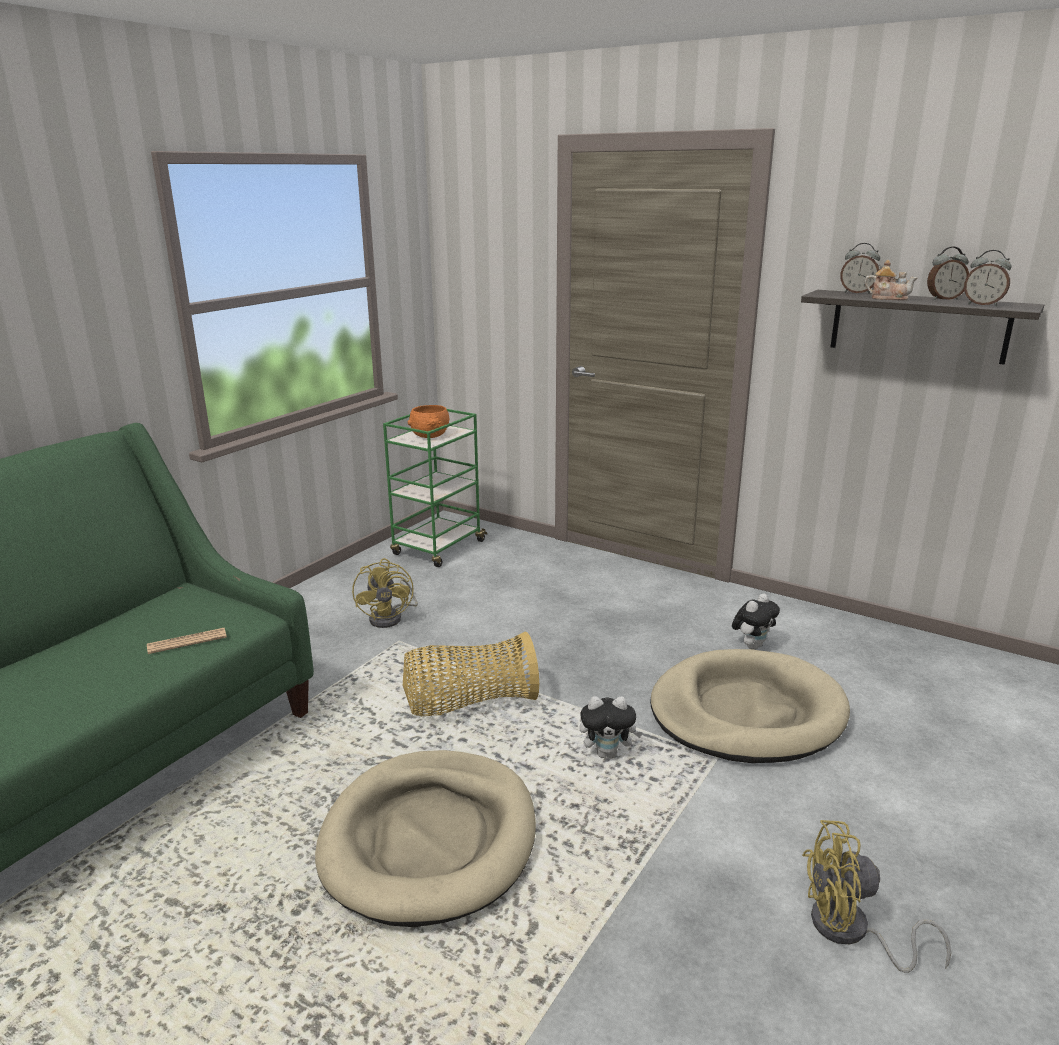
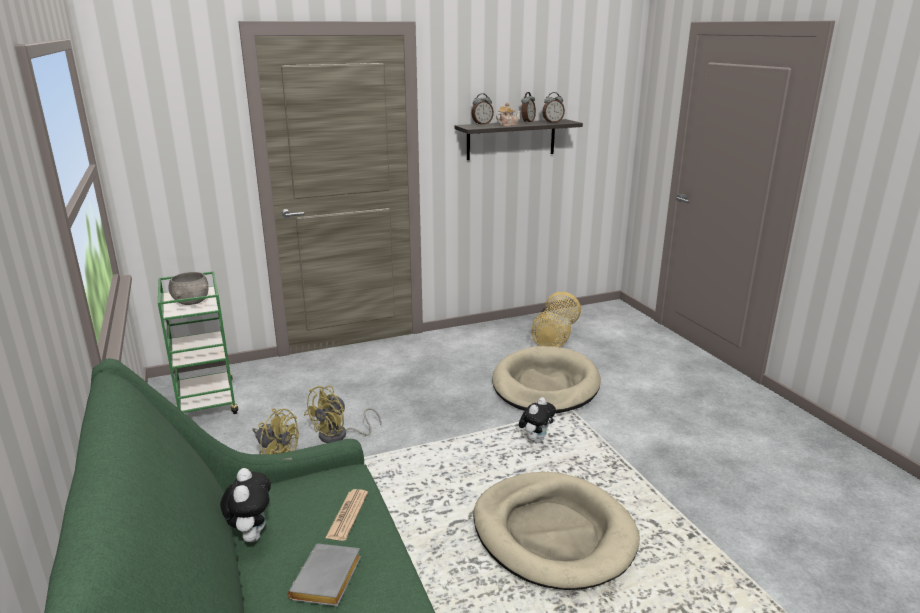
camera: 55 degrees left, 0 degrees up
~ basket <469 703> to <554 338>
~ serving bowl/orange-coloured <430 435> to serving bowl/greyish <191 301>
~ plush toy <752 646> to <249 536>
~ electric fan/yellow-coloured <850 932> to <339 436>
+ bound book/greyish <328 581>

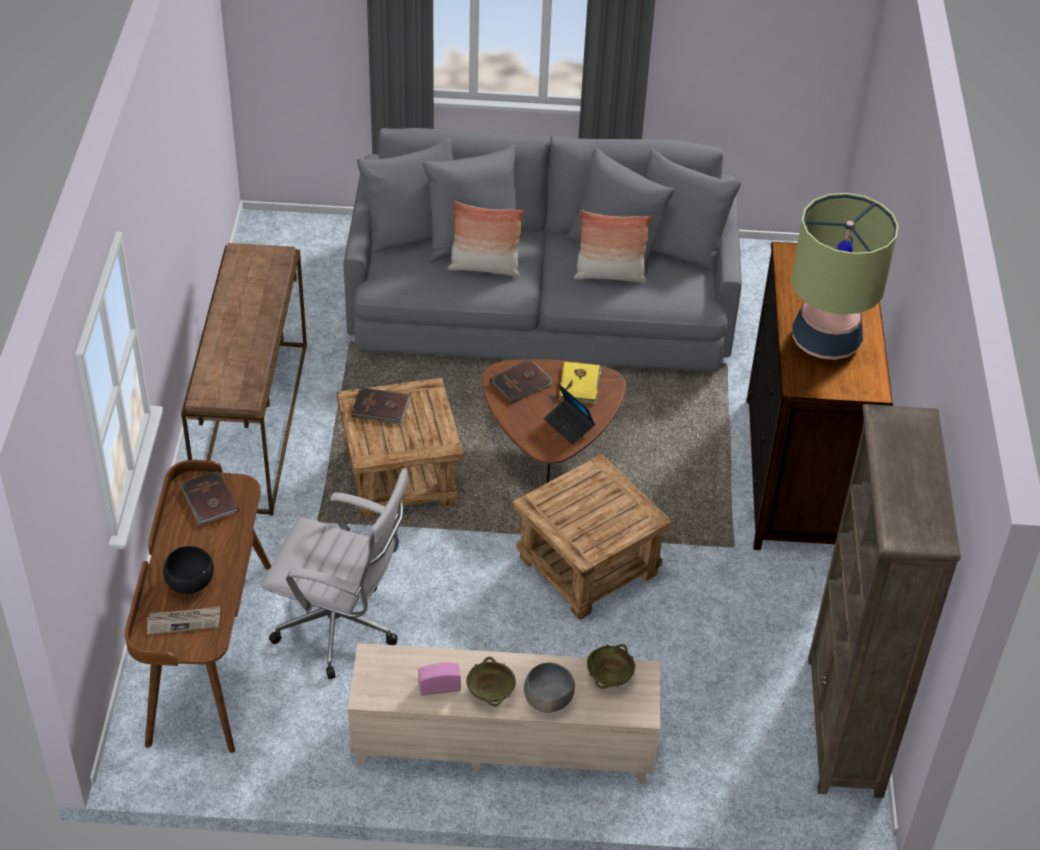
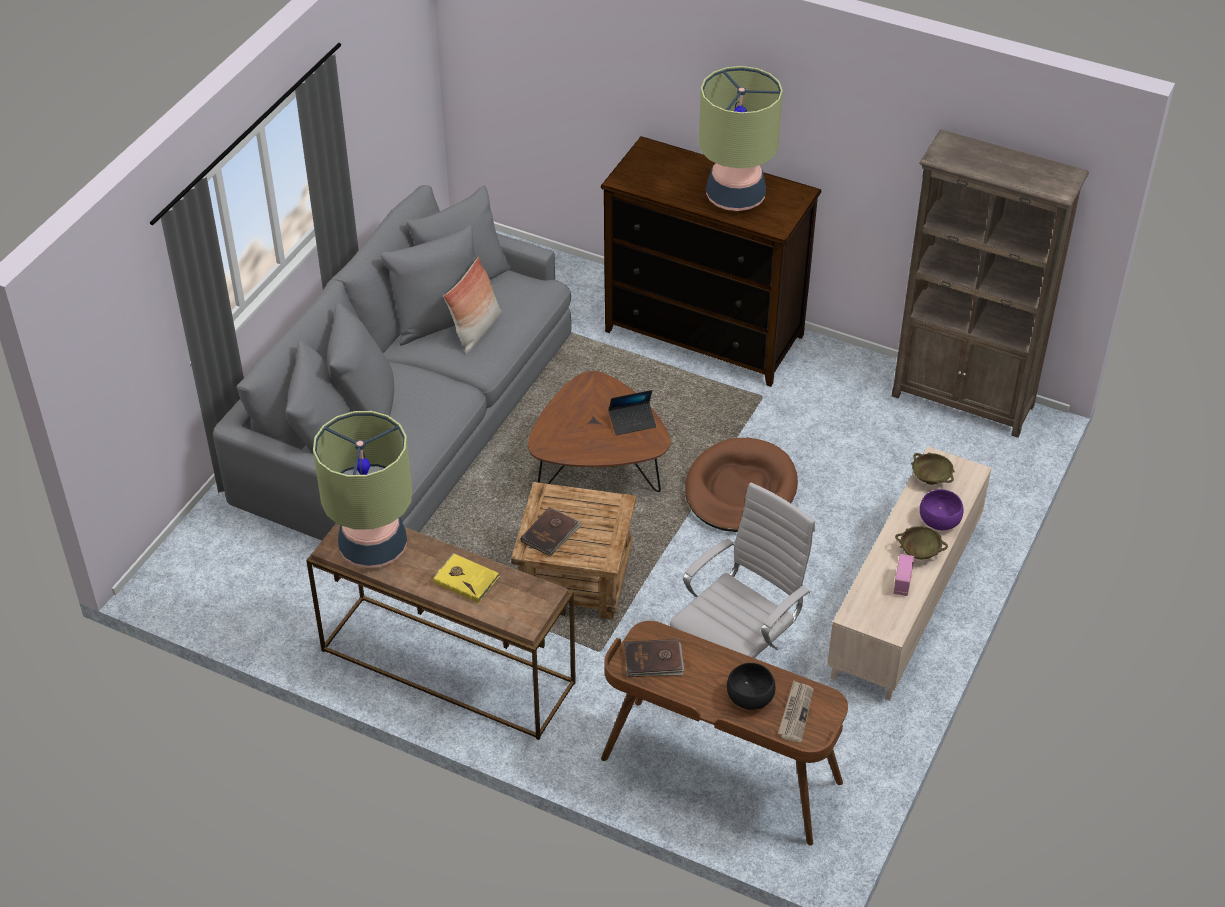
camera: 65 degrees left, 0 degrees up
- pillow <484 268>
- bound book/brownish <521 383>
~ side table/brownish <586 566> to pet bed/brownish <740 490>
~ serving bowl/greyish <548 699> to serving bowl/purplish <939 521>
~ bound book/yellow-coloured <580 384> to <466 579>
+ lamp for a table <373 547>

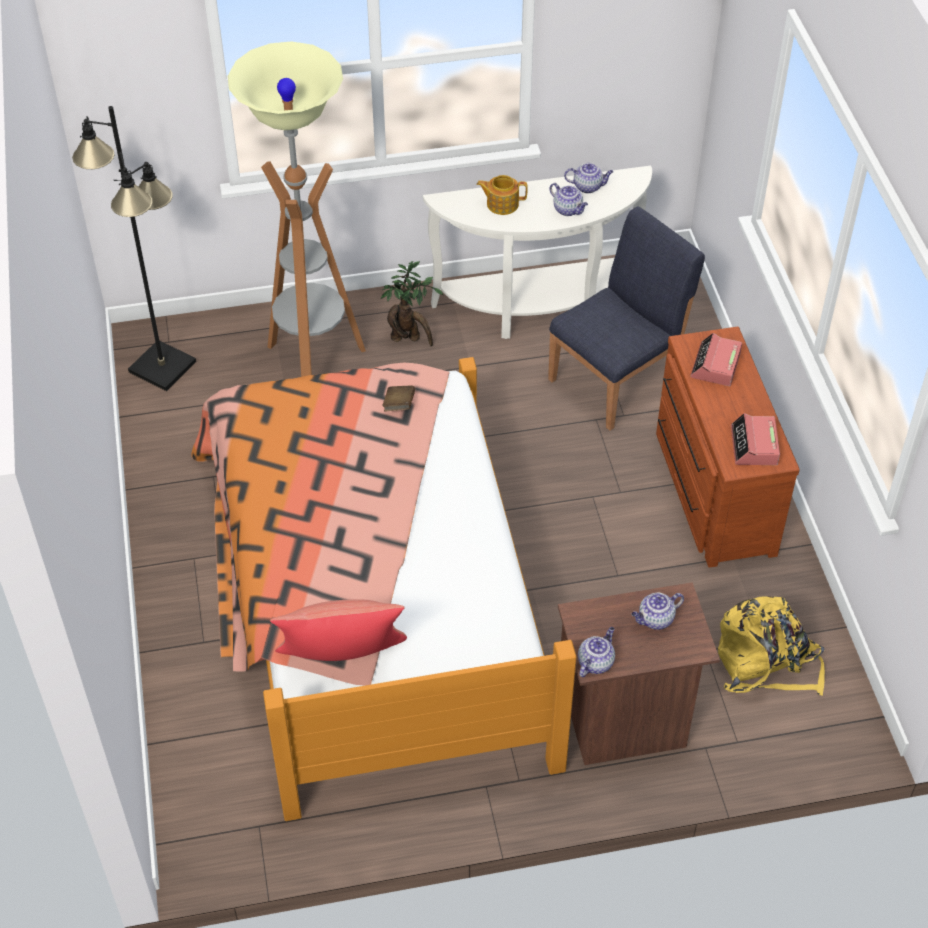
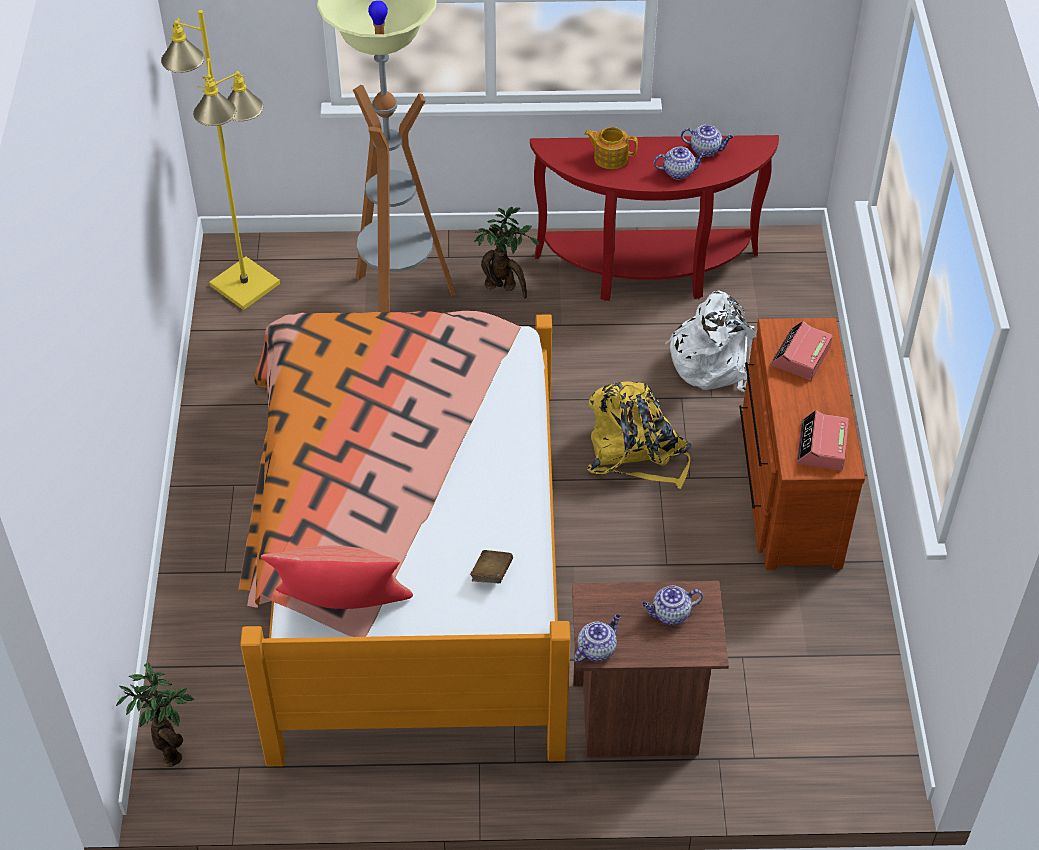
camera: 10 degrees right, 0 degrees up
~ floor lamp/black-coloured <162 366> to floor lamp/yellow-coloured <245 284>
~ bound book/brownish <399 405> to <491 574>
~ hall table/whitish <539 309> to hall table/reddish <647 273>
~ chair/blue <618 380> to rucksack/whitish <714 359>
~ tea pot <568 210> = <679 172> 60 degrees counterclockwise
~ rucksack/yellow-coloured <766 662> to <636 453>
+ houseplant <169 746>

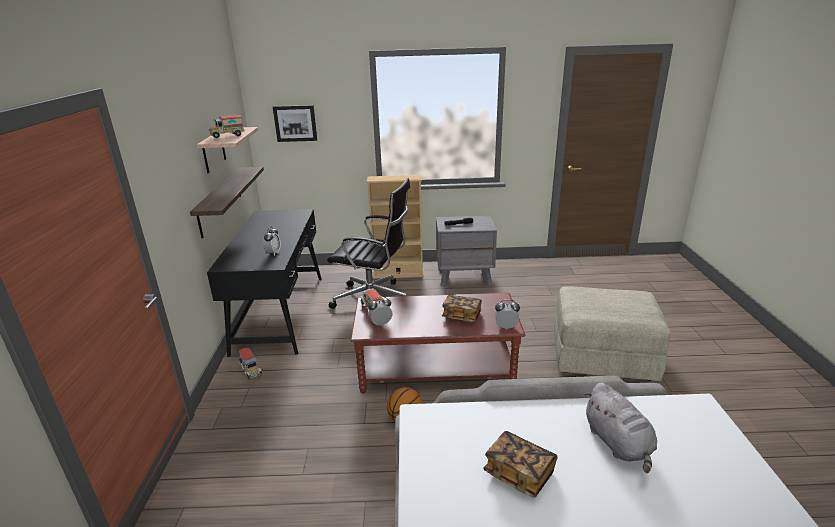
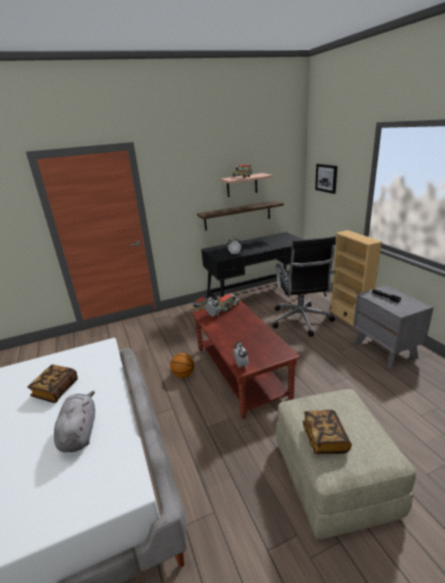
camera: 70 degrees right, 0 degrees up
~ bound book <461 316> to <324 439>
~ plush toy/greyish <618 444> = <80 432> 120 degrees clockwise

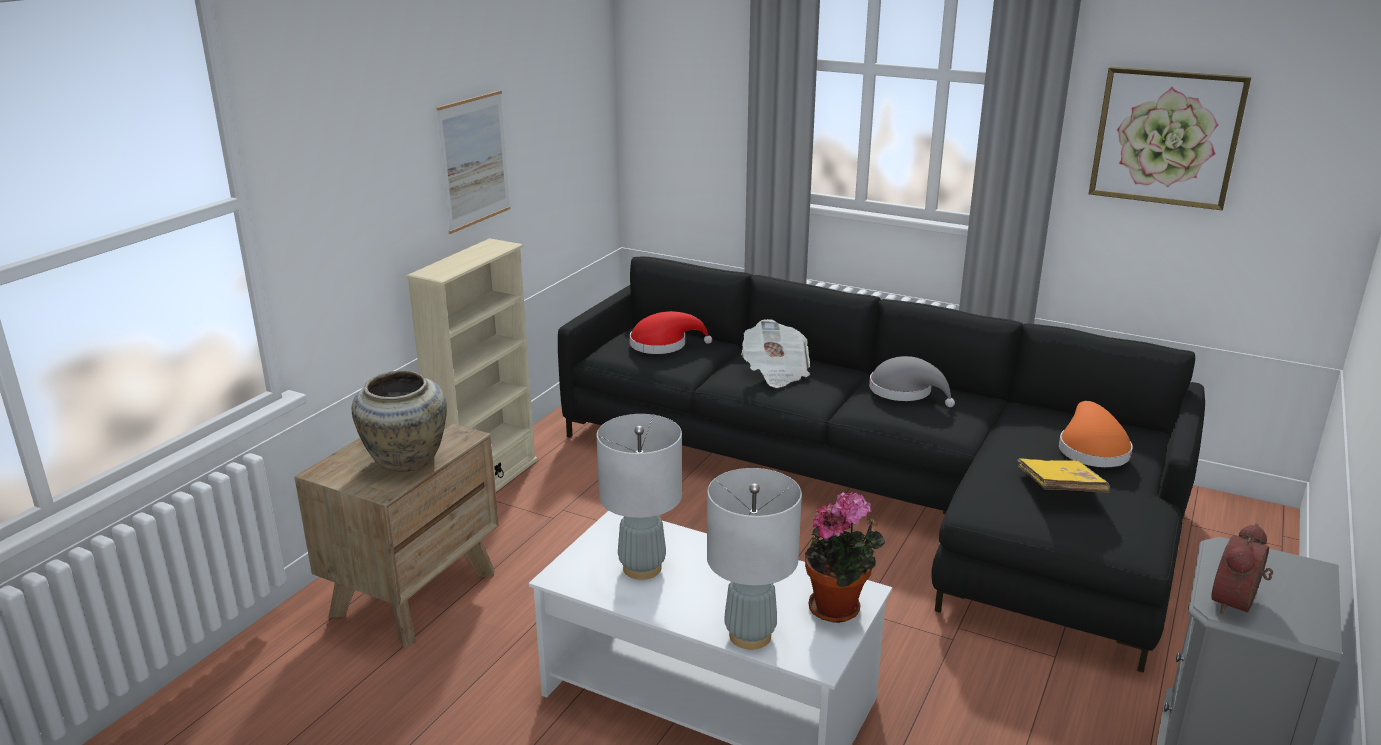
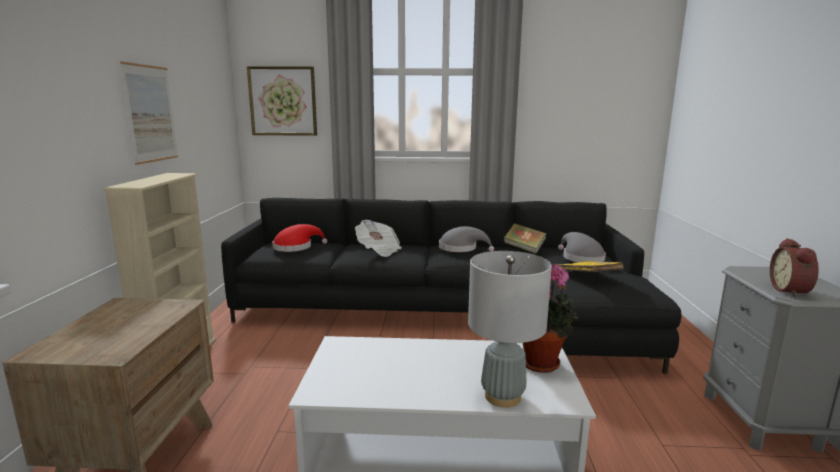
camera: 25 degrees left, 10 degrees down
- flower vase/beige <405 461>
- lamp for a table/greyish <641 568>
~ wearable hat/orange-coloured <1091 449> to wearable hat/greyish <580 258>
~ wall art <1166 137> to <283 101>
+ bound book <524 249>

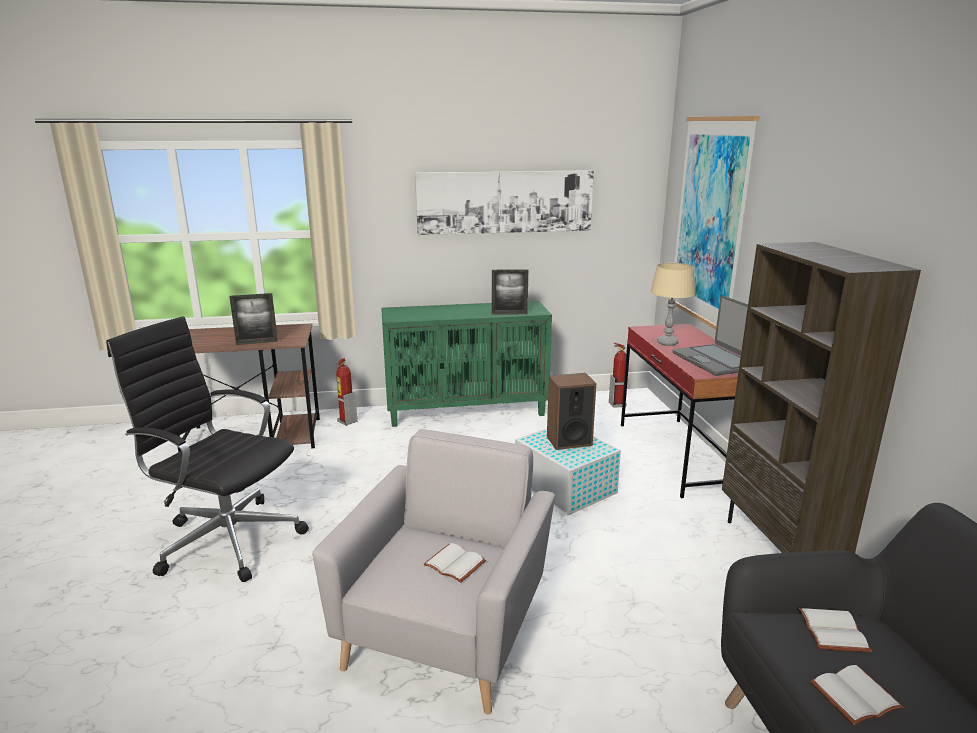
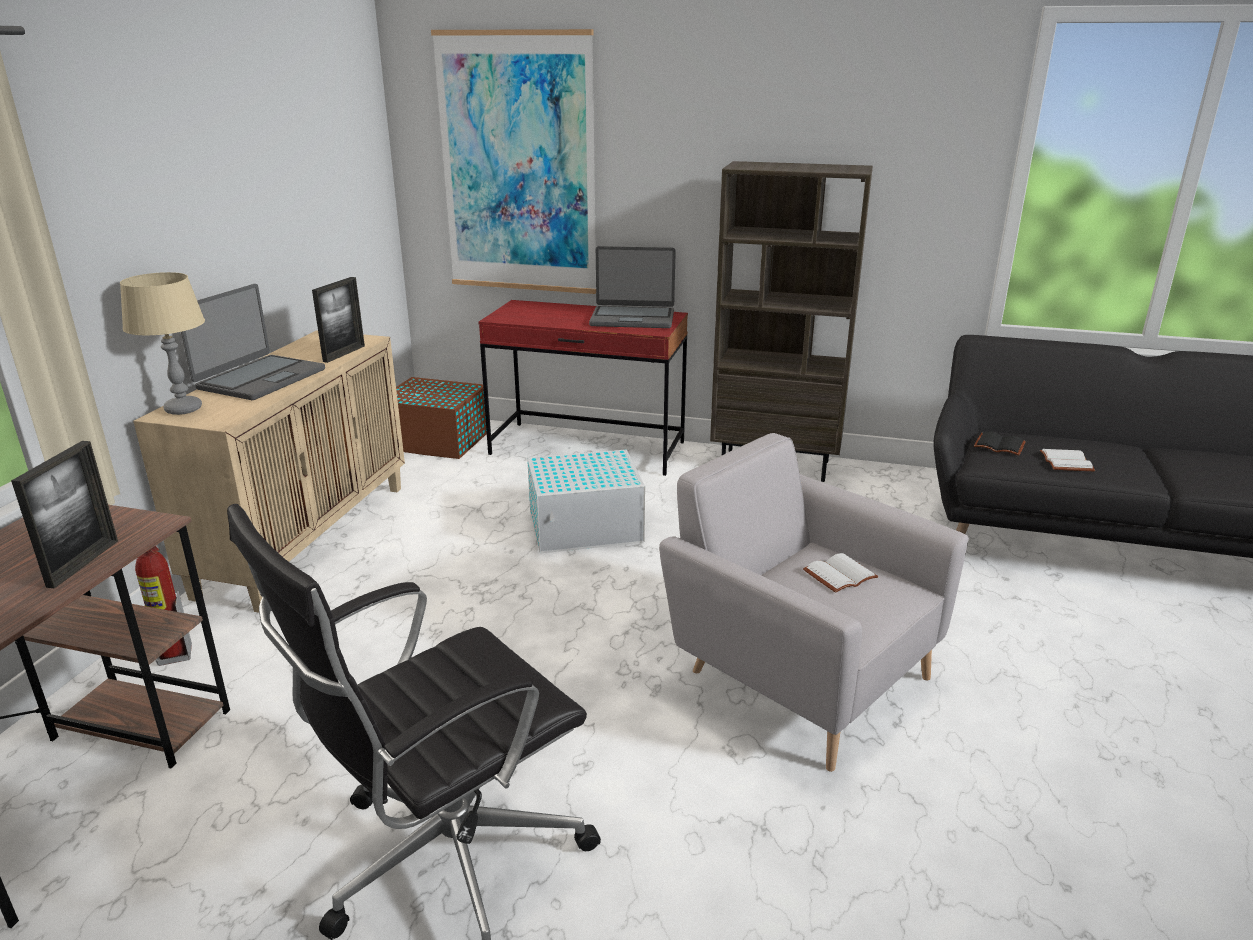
camera: 65 degrees left, 5 degrees up
~ storage cabinet/green <467 411> to storage cabinet/beige <306 537>
- wall art <505 202>
- loudspeaker <569 441>
~ fire-fighting cylinder <617 404> to storage box/brownish <435 440>
~ lamp for a table/beige <667 343> to <184 409>
~ bound book/whitish <835 632> to bound book/black-coloured <1000 445>
+ laptop <260 379>

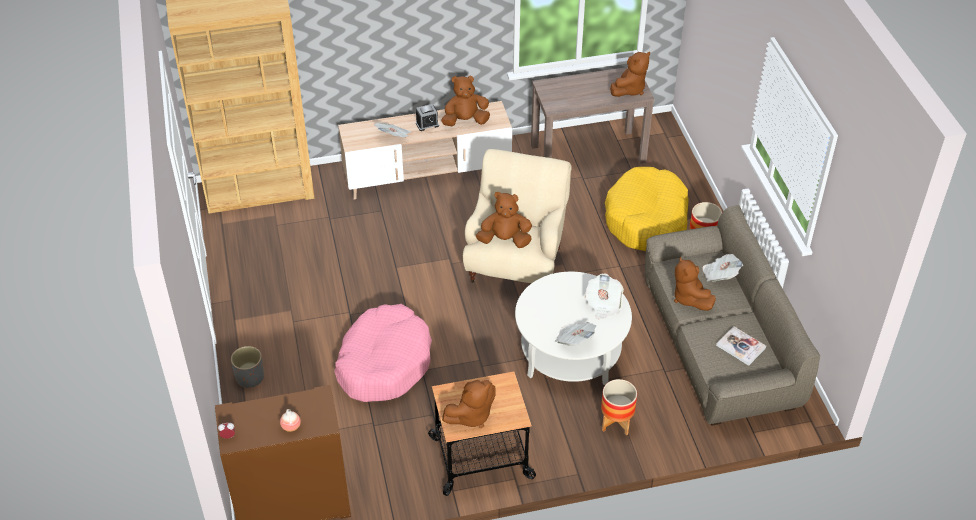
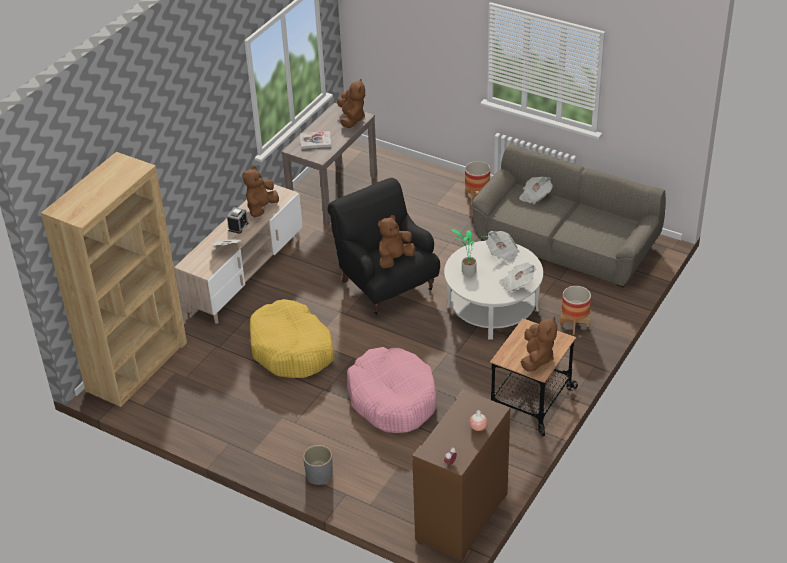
camera: 45 degrees left, 5 degrees down
~ easy chair/beige <516 263> to easy chair/black-coloured <386 284>
~ pet bed/yellow-coloured <646 220> to <292 350>
- plush toy/brownish <689 298>
~ bound book <740 347> to <315 141>
+ houseplant <468 272>

